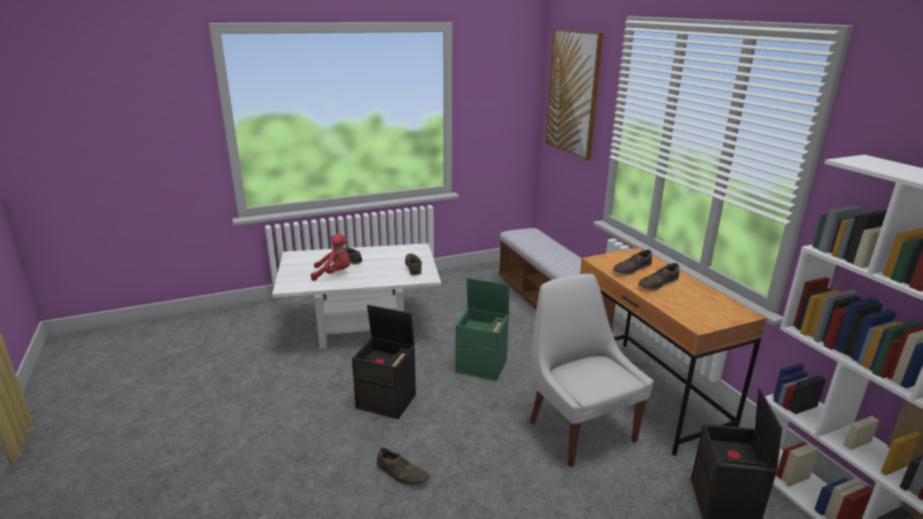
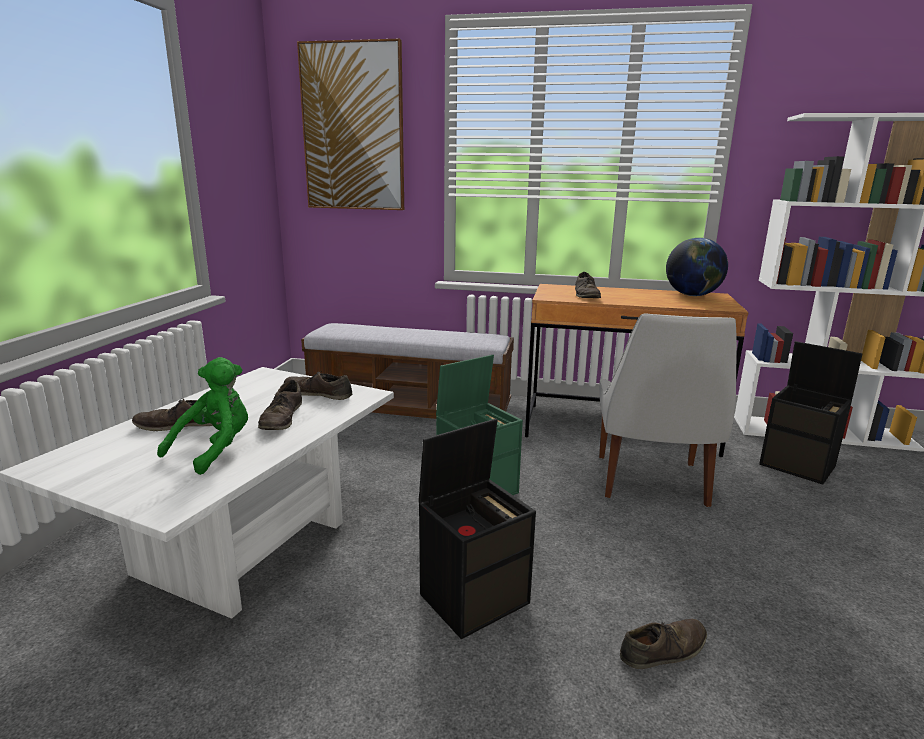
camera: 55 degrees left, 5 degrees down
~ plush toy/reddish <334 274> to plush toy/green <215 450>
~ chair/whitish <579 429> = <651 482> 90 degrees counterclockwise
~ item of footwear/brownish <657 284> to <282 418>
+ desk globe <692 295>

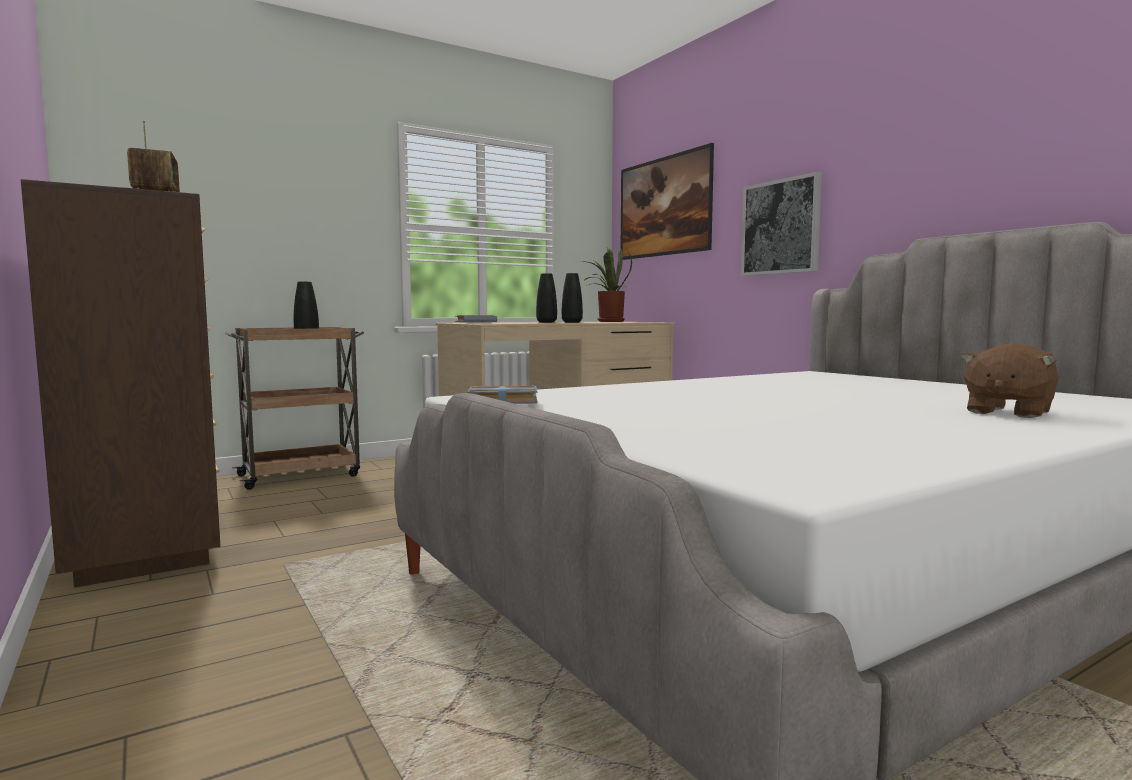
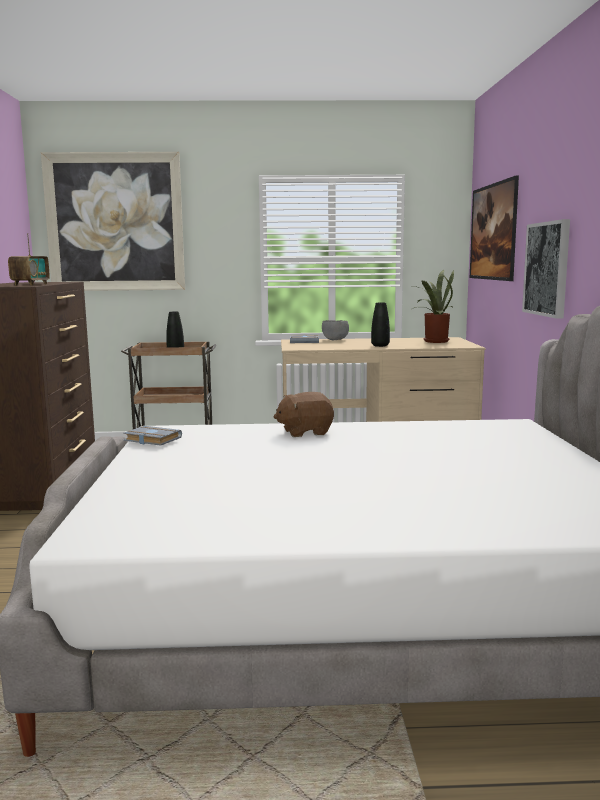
camera: 30 degrees right, 5 degrees up
- flower vase/black-coloured <546 322>
~ plush toy/brownish <1007 412> to <305 432>
+ wall art <115 222>
+ serving bowl/greyish <334 340>

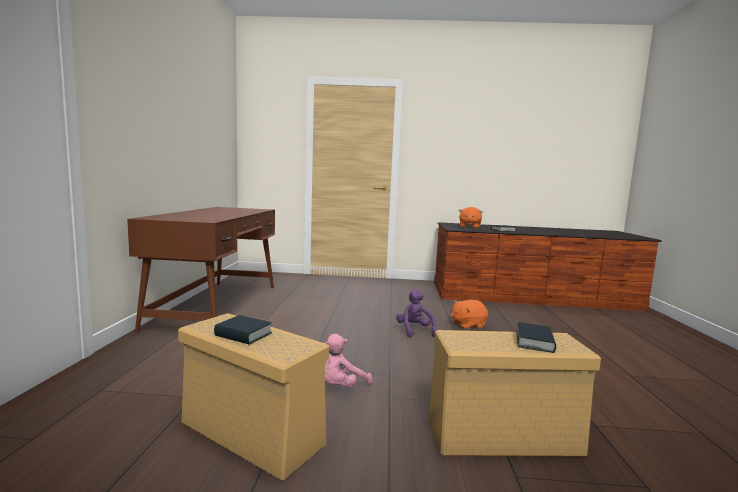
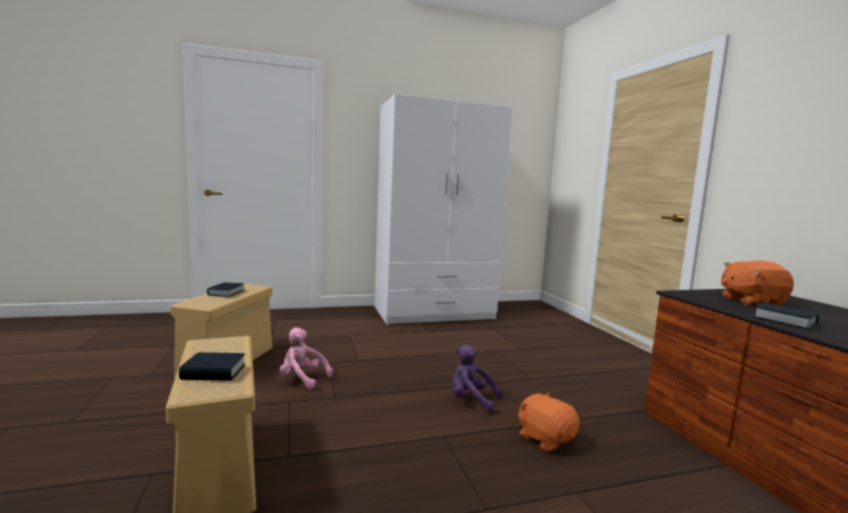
camera: 70 degrees right, 0 degrees up
~ desk unit/brownish <218 305> to clothes cupboard/whitish <434 313>
~ plush toy/purplish <414 330> = <471 400> 120 degrees counterclockwise

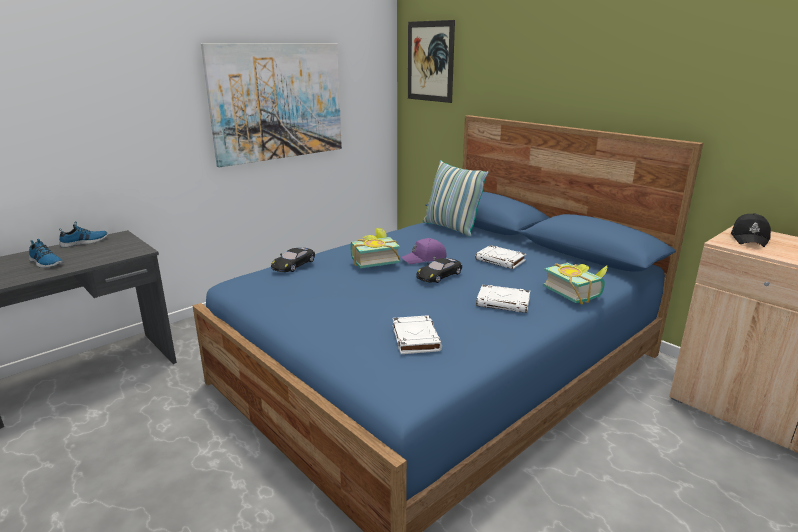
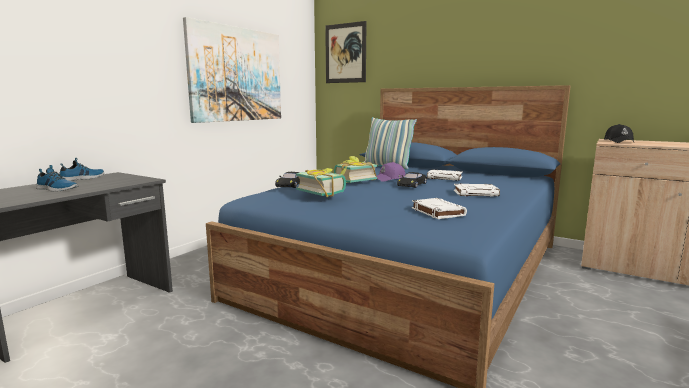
camera: 15 degrees left, 10 degrees down
~ bound book <576 292> to <324 192>

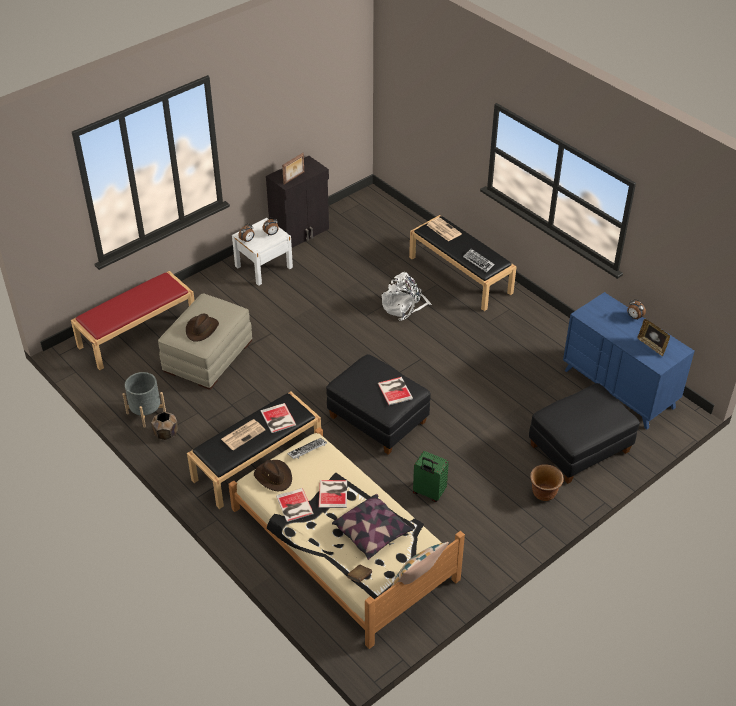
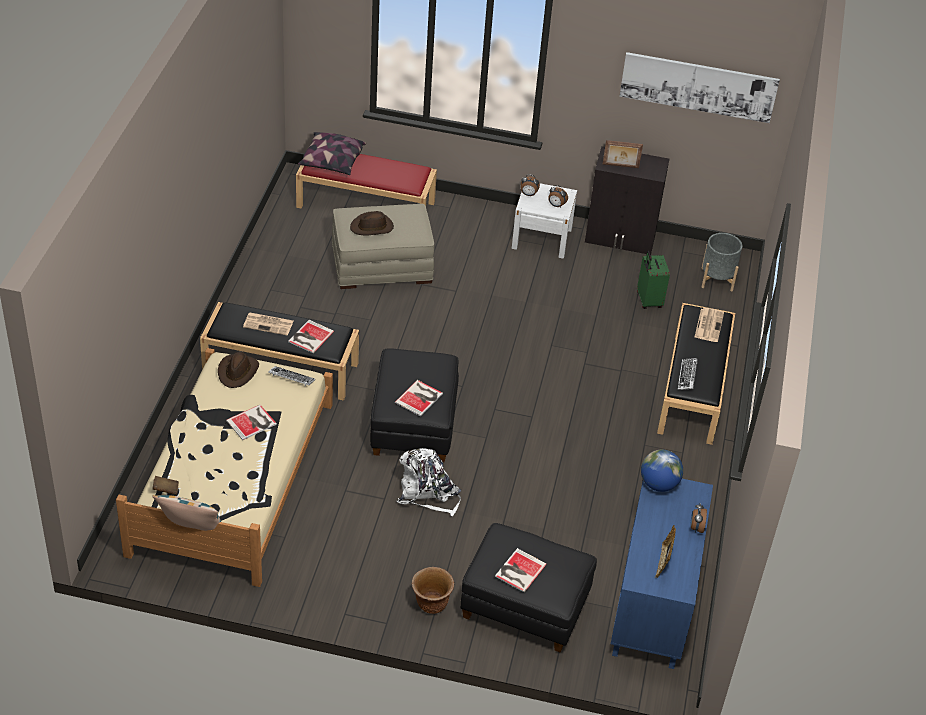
camera: 50 degrees right, 0 degrees up
~ planter/greyish <146 413> to <717 279>
- planter/brownish <166 434>
~ bound book <294 506> to <519 571>
~ pillow <372 533> to <332 162>
~ rucksack/whitish <404 306> to <428 493>
~ travel case/green <428 492> to <648 300>
+ wall art <698 86>
+ desk globe <659 484>

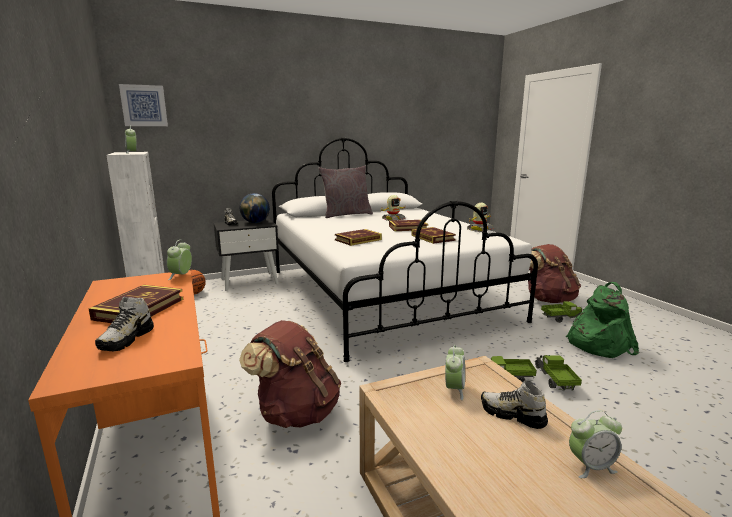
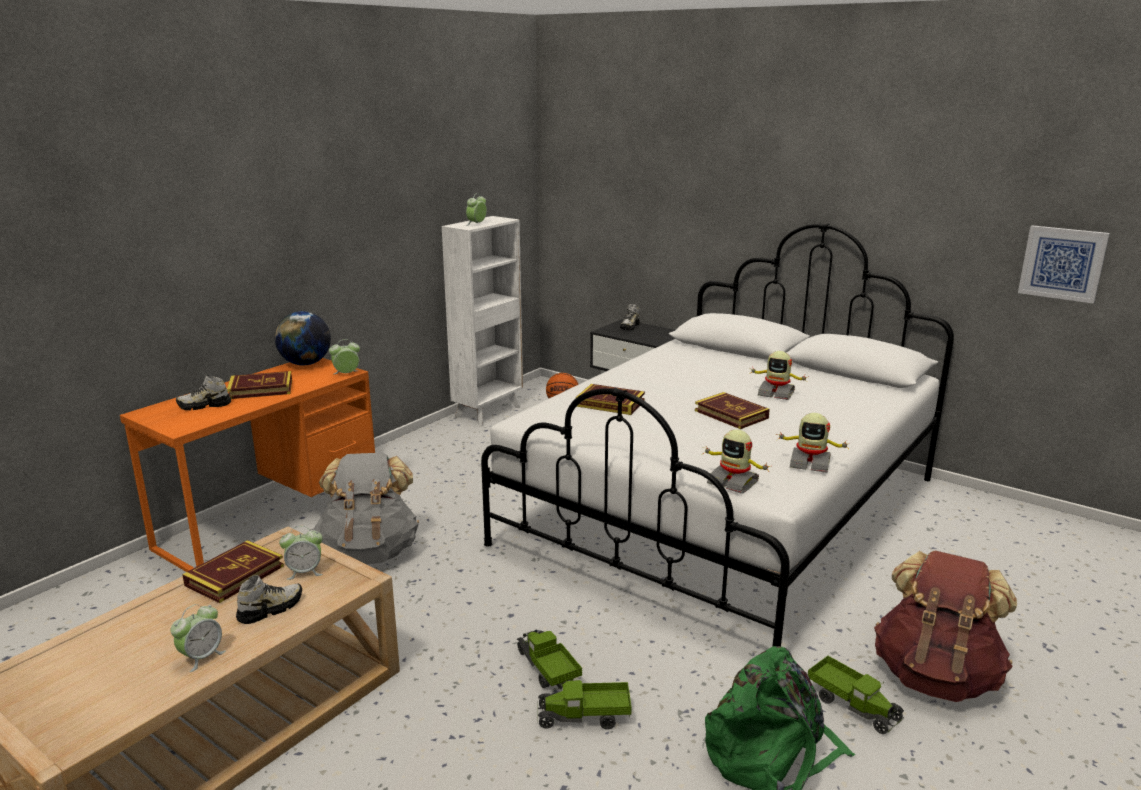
camera: 60 degrees right, 5 degrees up
~ wall art <144 105> to <1062 263>
~ rucksack/brownish <296 412> to rucksack/greyish <370 552>
~ desk globe <255 222> to <305 364>
- pillow/greyish <346 215>
~ bound book <432 238> to <235 575>
~ item of footwear <512 415> = <270 609> 45 degrees clockwise
~ model truck <554 379> = <584 717> 150 degrees counterclockwise
~ alarm clock <590 466> = <202 657> 105 degrees counterclockwise
+ robot figure <733 482>

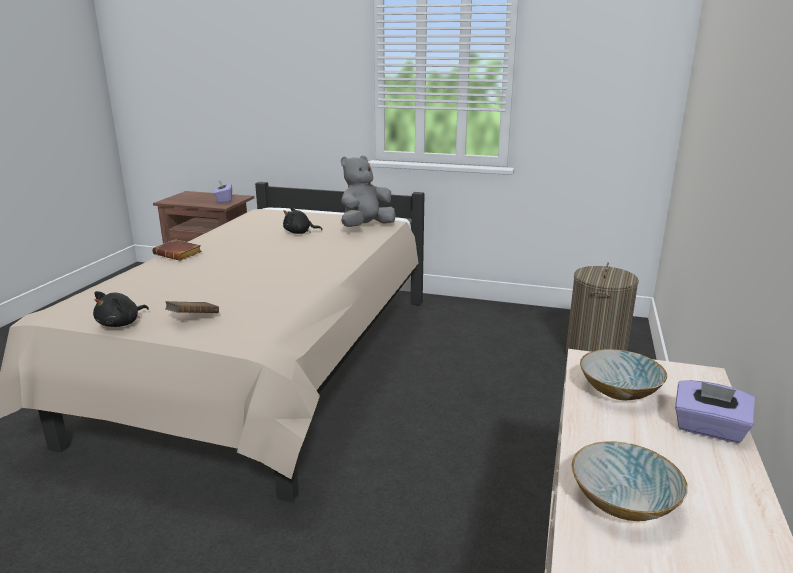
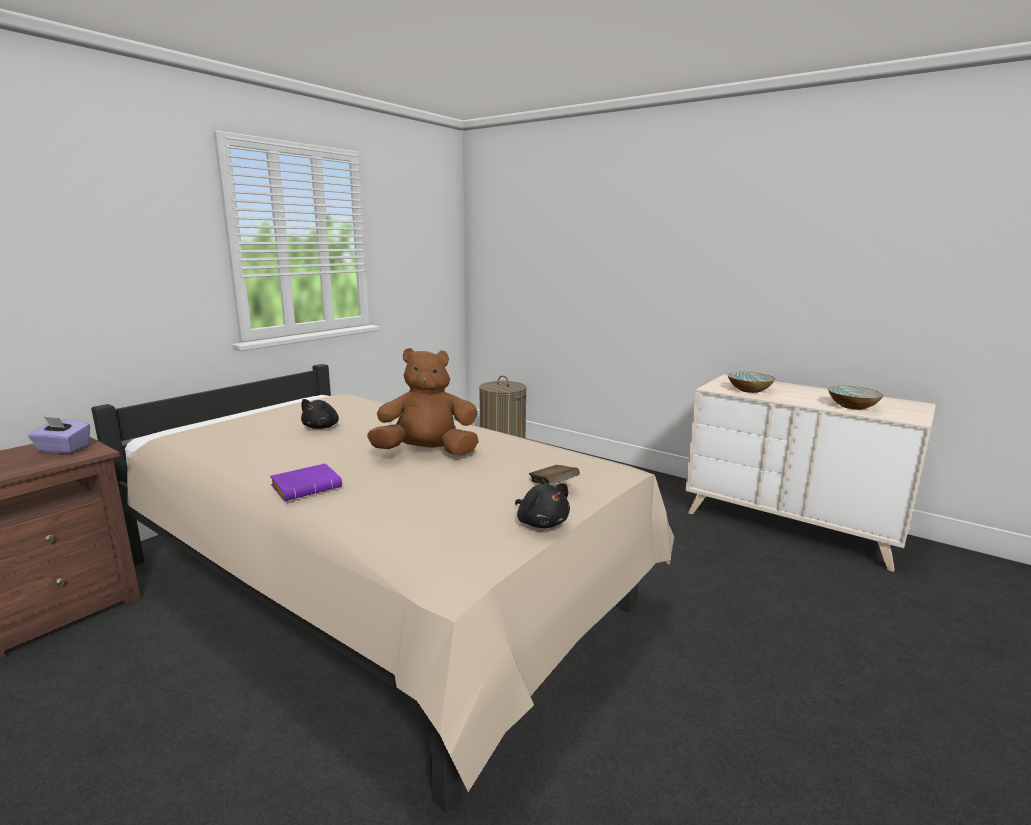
camera: 70 degrees left, 5 degrees down
~ bound book/brownish <179 254> to bound book/purplish <308 487>
- plush toy/greyish <365 227>
- tissue box/purplish <708 429>
+ plush toy/brownish <427 453>

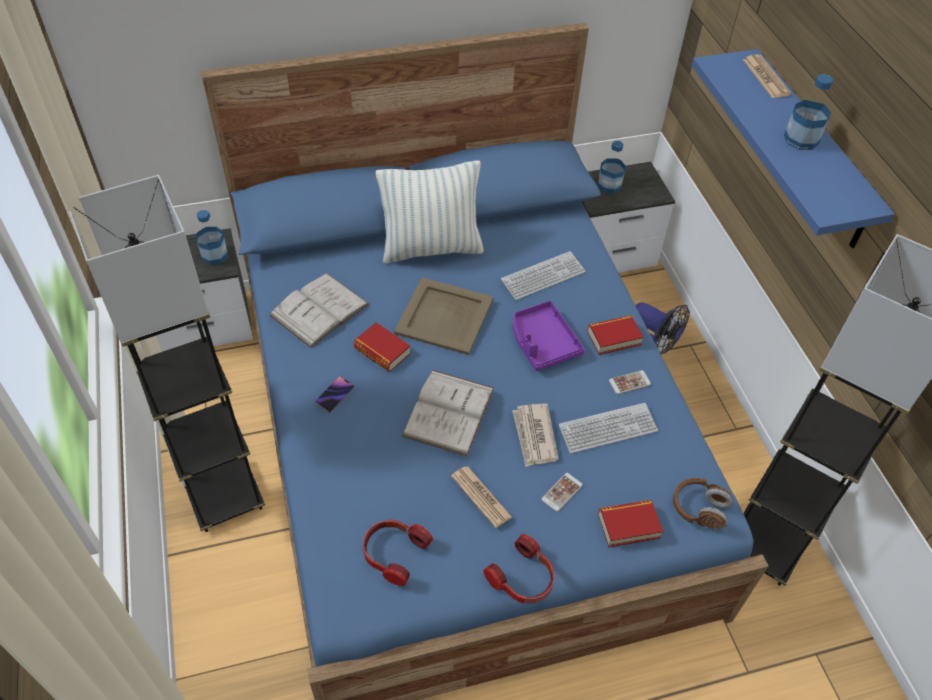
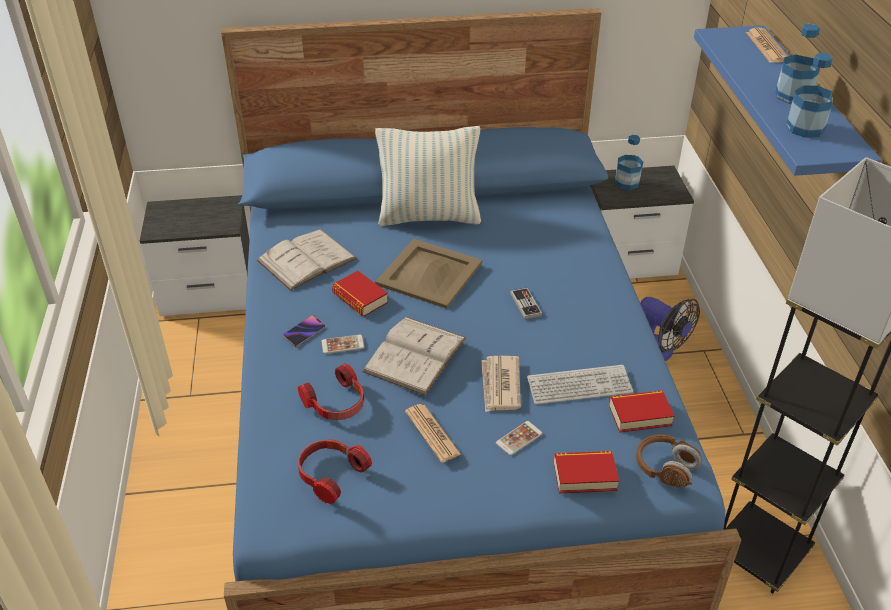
camera: 10 degrees right, 10 degrees down
- floor lamp/greyish <225 497>
~ bottle <214 255> to <805 128>
~ headphones <523 579> to <336 404>
- computer keyboard <543 276>
~ tray/purplish <542 343> to game controller <525 304>
~ bound book <614 338> to <640 415>
~ handset <629 382> to <342 344>

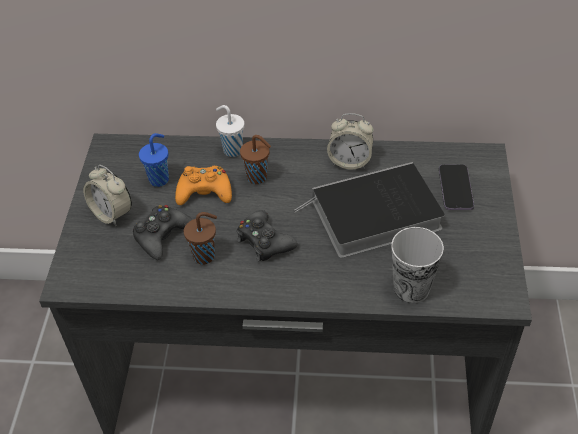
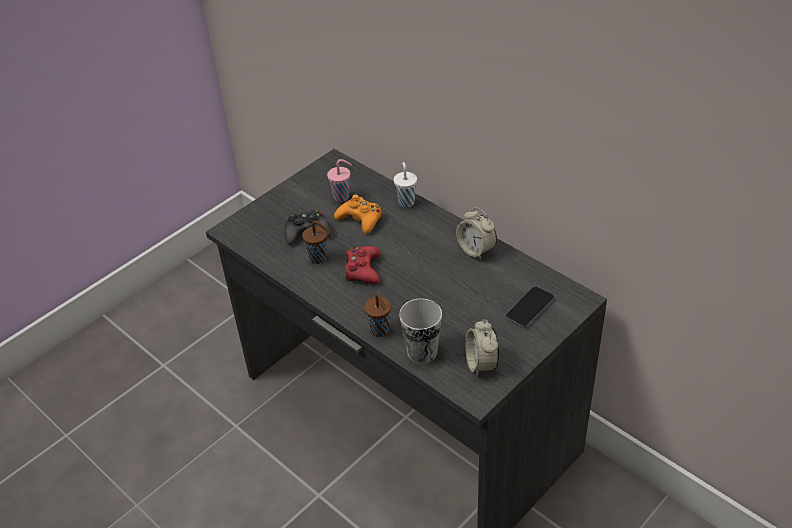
camera: 40 degrees right, 5 degrees down
~ alarm clock <112 213> to <481 364>
~ small cup/blue <160 179> to small cup/pink-coloured <342 197>
~ game controller/black-coloured <264 242> to game controller/reddish <363 270>
~ small cup/brownish <258 178> to <380 331>
- bound book <373 216>

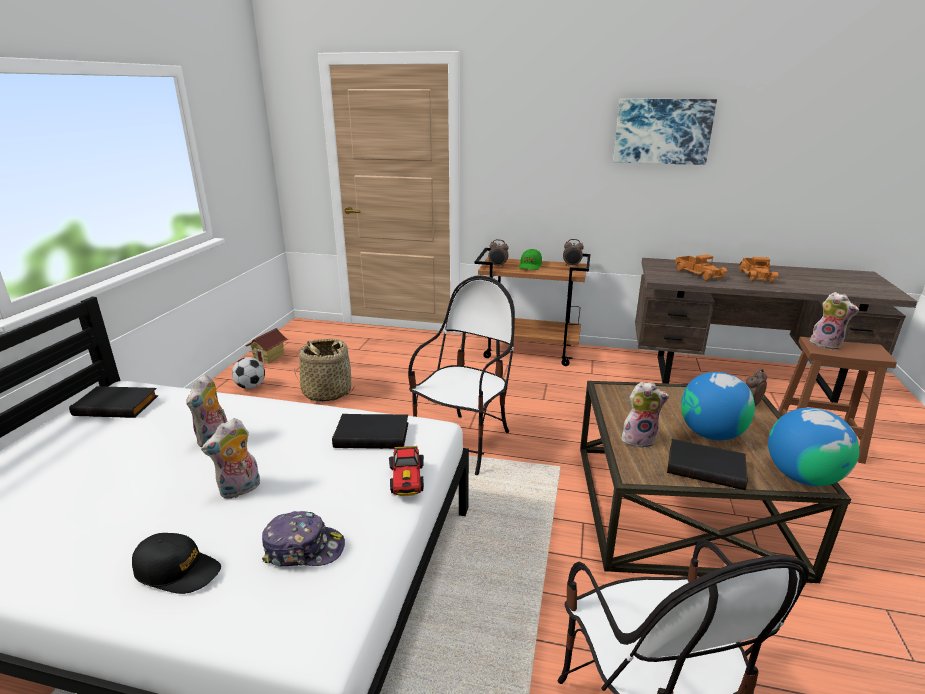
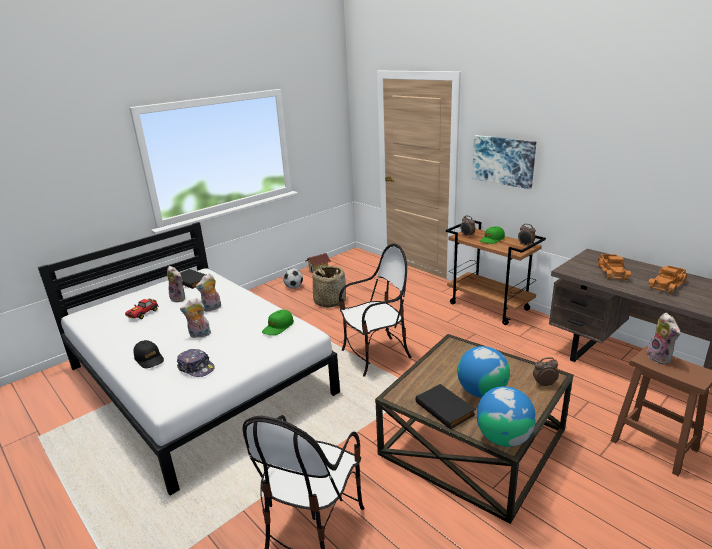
camera: 35 degrees right, 0 degrees up
~ bound book/black-coloured <372 434> to cap/green <278 327>
~ toy car <407 481> to <143 314>
~ wall art <662 131> to <503 160>
~ plush toy <639 439> to <179 298>

